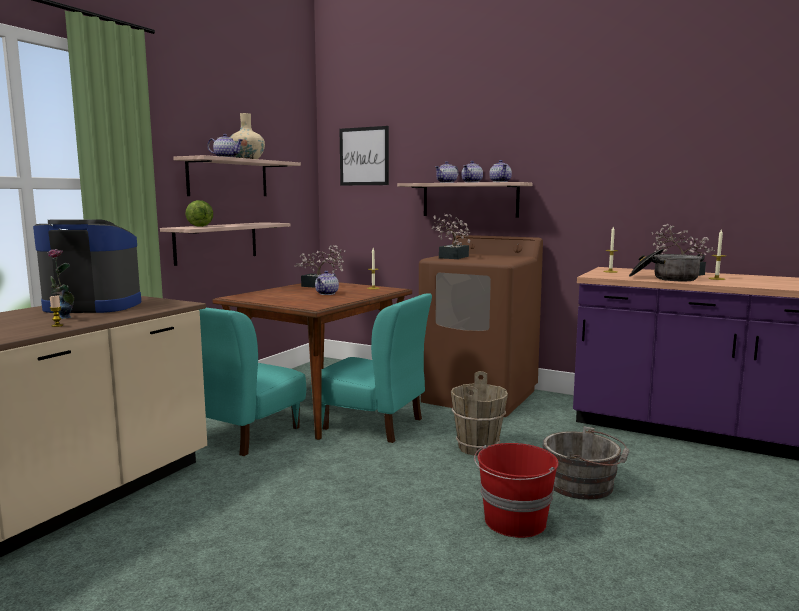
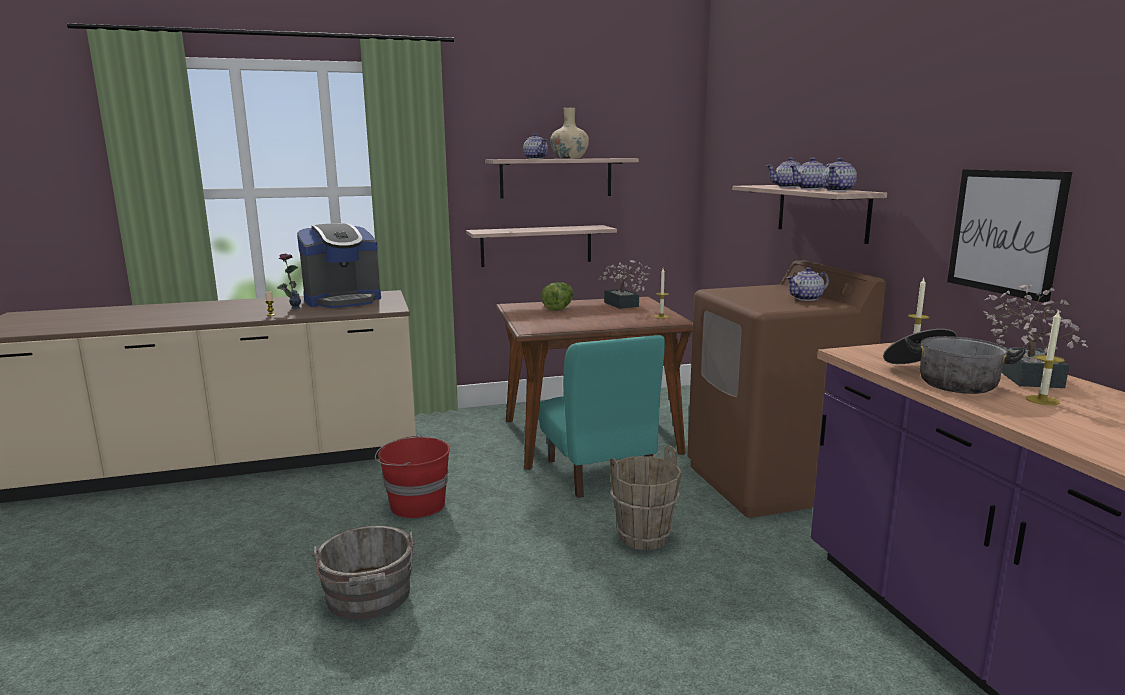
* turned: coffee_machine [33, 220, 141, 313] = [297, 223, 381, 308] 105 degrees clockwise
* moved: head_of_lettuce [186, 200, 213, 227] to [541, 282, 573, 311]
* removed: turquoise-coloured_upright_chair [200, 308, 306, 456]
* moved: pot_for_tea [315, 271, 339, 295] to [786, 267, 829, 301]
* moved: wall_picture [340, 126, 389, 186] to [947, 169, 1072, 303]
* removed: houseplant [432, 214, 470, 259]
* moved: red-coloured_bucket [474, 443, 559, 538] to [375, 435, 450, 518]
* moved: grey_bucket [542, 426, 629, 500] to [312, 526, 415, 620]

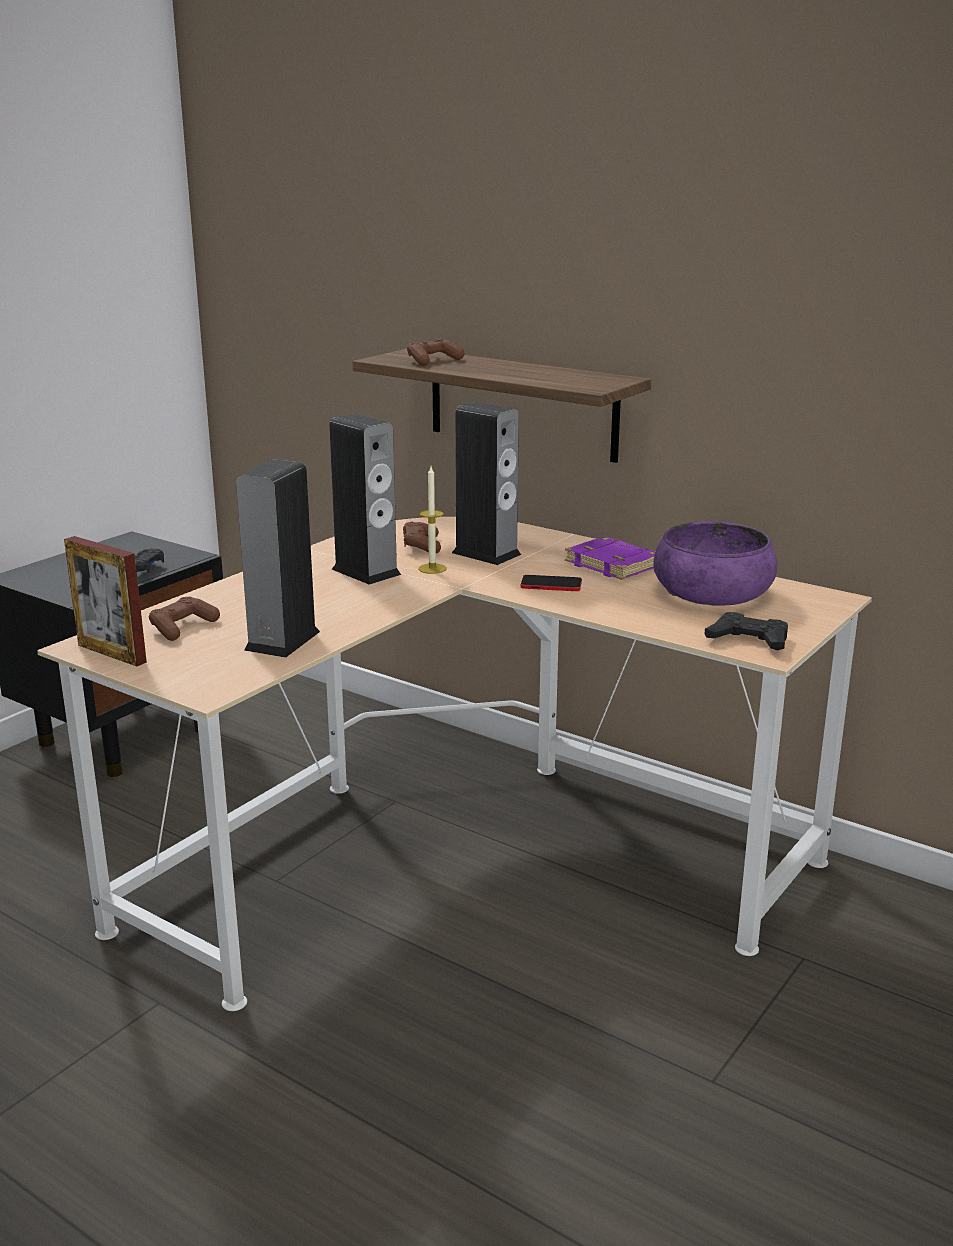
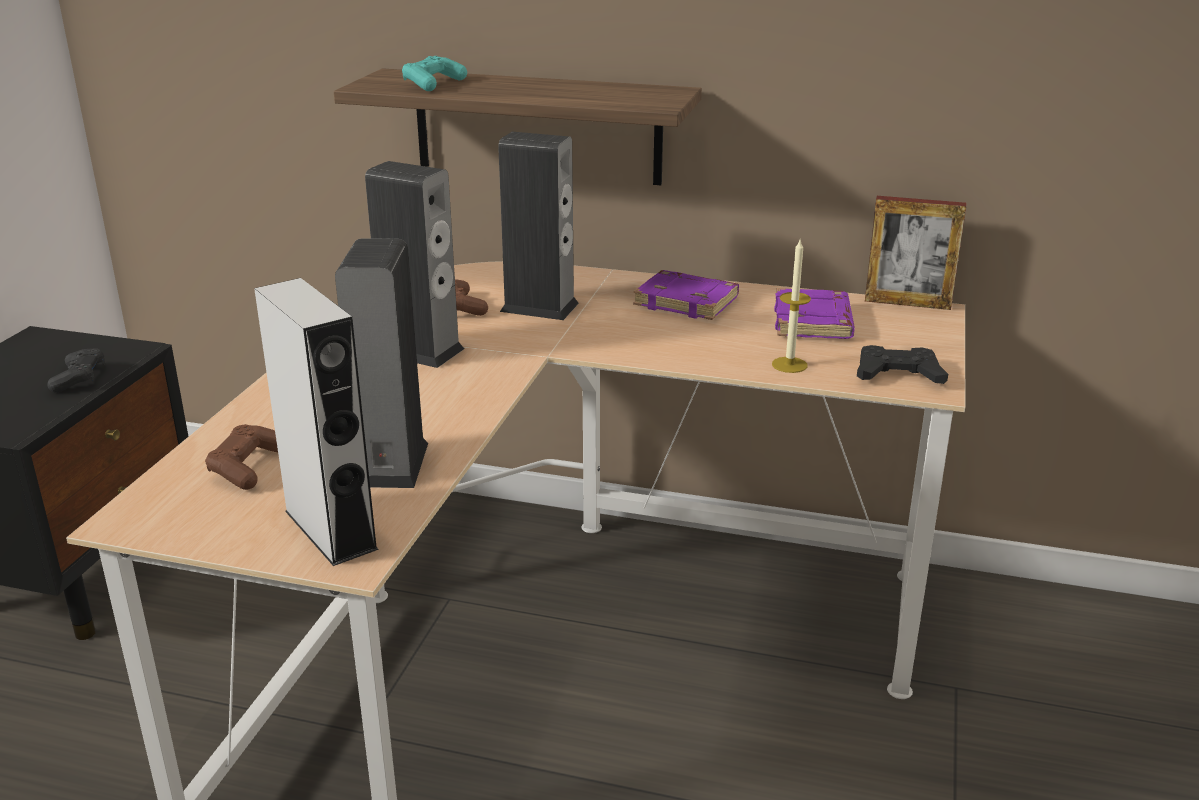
* moved: photo_frame [64, 536, 147, 667] to [865, 196, 966, 310]
* recoloured: brown_gamepad [407, 339, 465, 366] to turquoise-coloured_gamepad [402, 56, 467, 91]
* moved: wax_candle [418, 466, 447, 574] to [772, 238, 811, 373]
* removed: telephone [521, 575, 582, 591]
* replaced: purple-coloured_bowl [654, 521, 777, 606] to purple-coloured_volume [774, 288, 855, 339]
* added: grey_audio_speaker [254, 278, 379, 566]

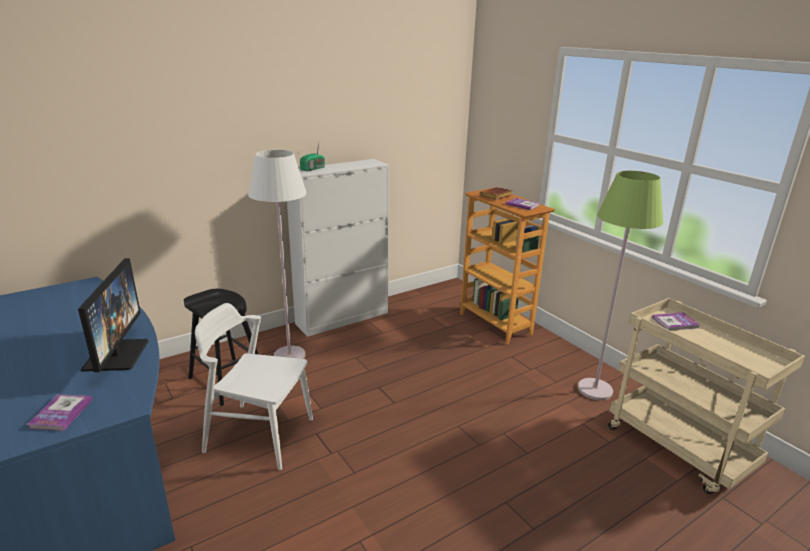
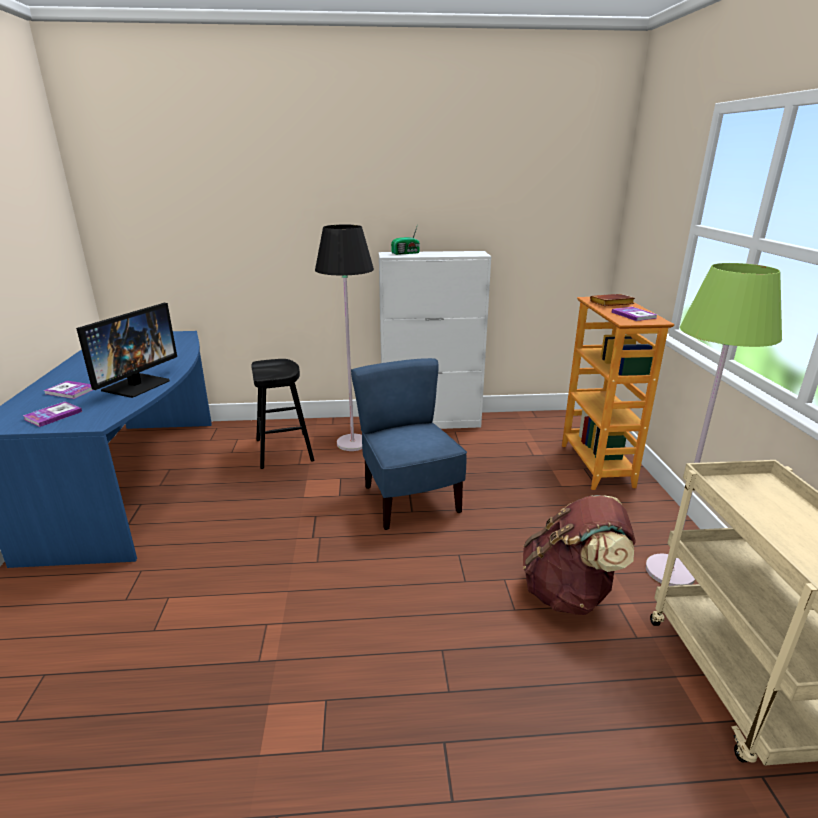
* removed: white-coloured_upright_chair [195, 303, 313, 470]
* recoloured: white-coloured_standard_lamp [248, 150, 307, 359] to black_standard_lamp [315, 225, 374, 451]
* moved: volume [652, 312, 700, 331] to [43, 381, 93, 399]
* added: bluish_upright_chair [351, 358, 467, 530]
* added: brown_knapsack [523, 495, 636, 615]

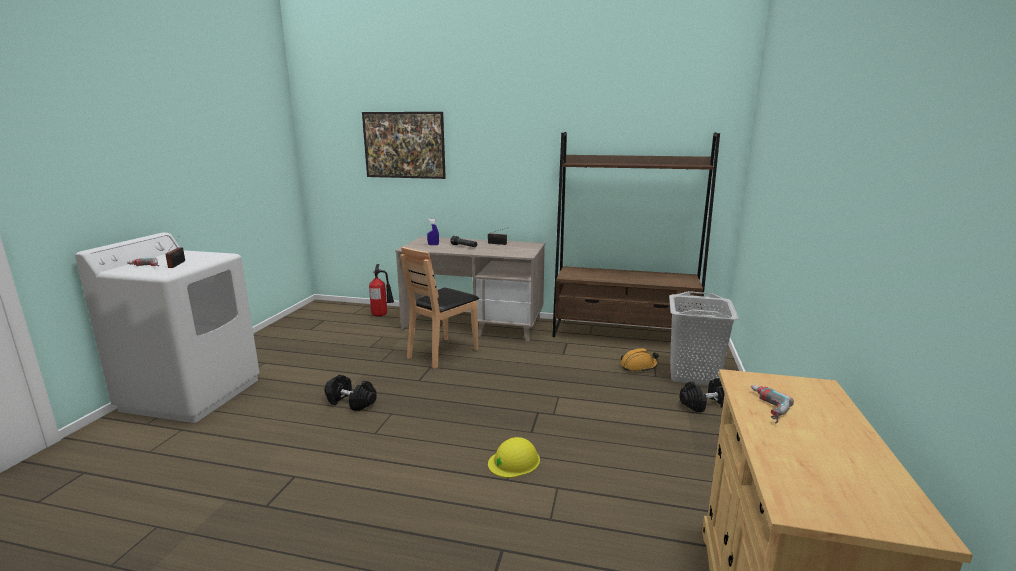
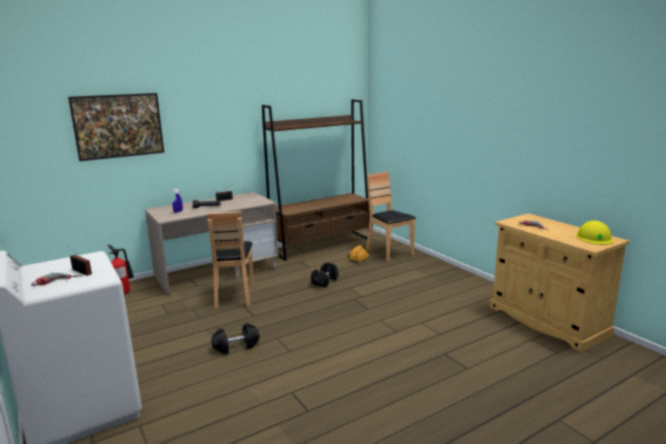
* moved: yellowish_safety_helmet [488, 437, 540, 478] to [576, 221, 613, 245]
* replaced: grey_washing_basket [669, 291, 739, 386] to brown_upright_chair [366, 172, 416, 261]
* moved: black_hand_weight [680, 378, 725, 412] to [311, 262, 338, 288]

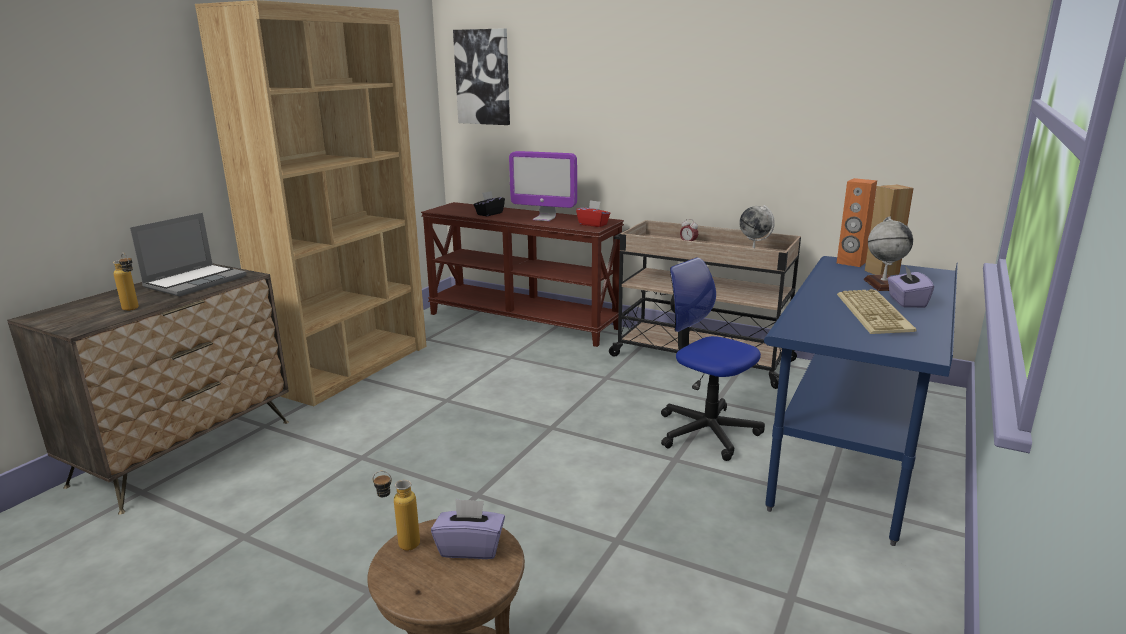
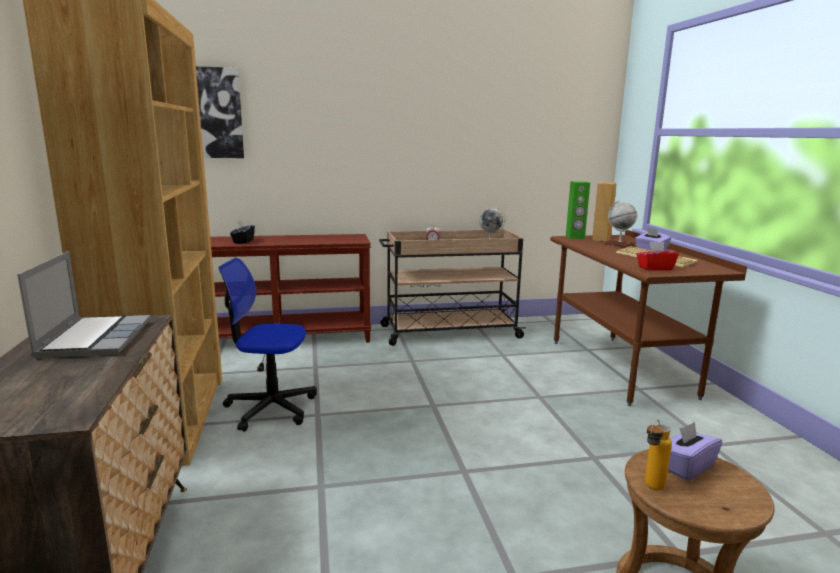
* removed: bottle [113, 253, 139, 311]
* removed: computer_display [509, 151, 577, 221]
* moved: red-coloured_tissue_holder [576, 200, 610, 227] to [637, 242, 679, 271]
* moved: computer_chair [661, 258, 765, 461] to [219, 258, 317, 431]
* recoloured: bluish_desk_table [764, 256, 958, 546] to brown_desk_table [550, 230, 747, 406]
* recoloured: orangey_audio_speaker [837, 178, 877, 267] to greenish_audio_speaker [566, 181, 590, 239]

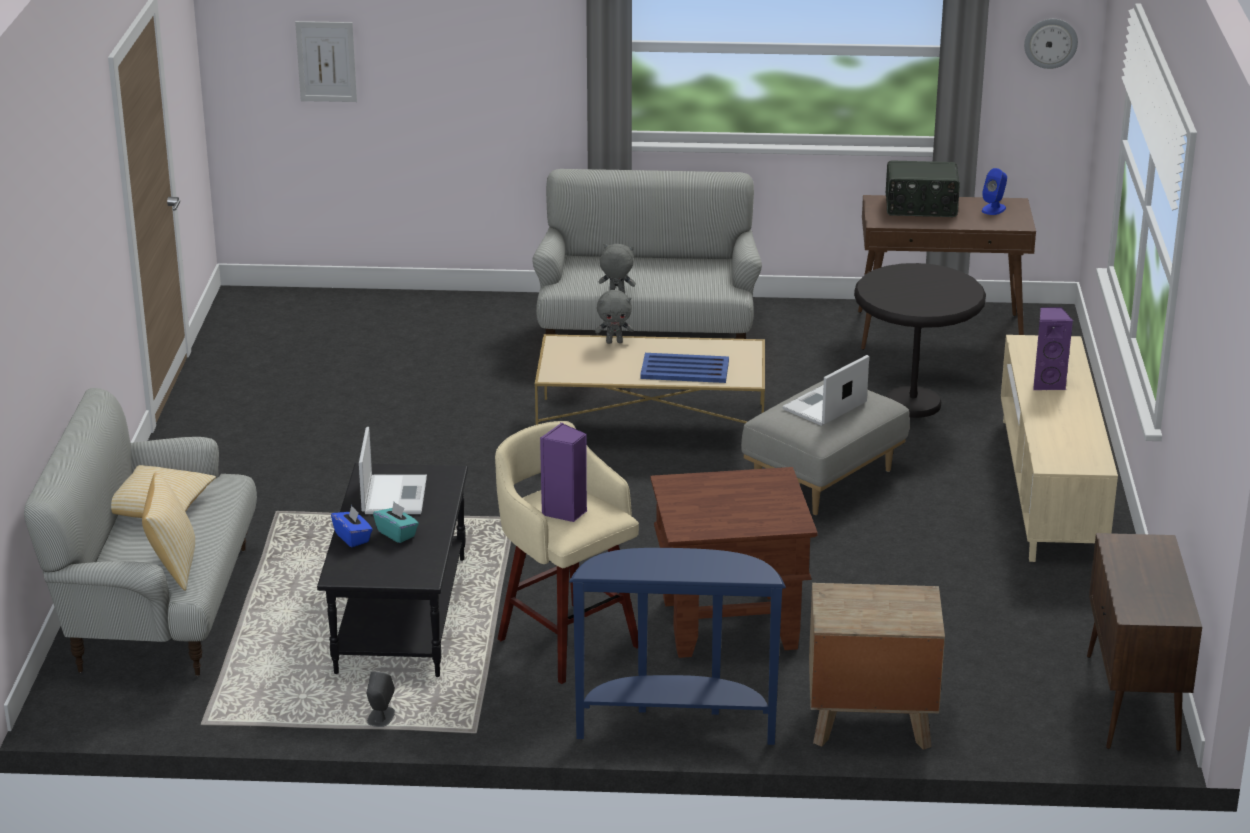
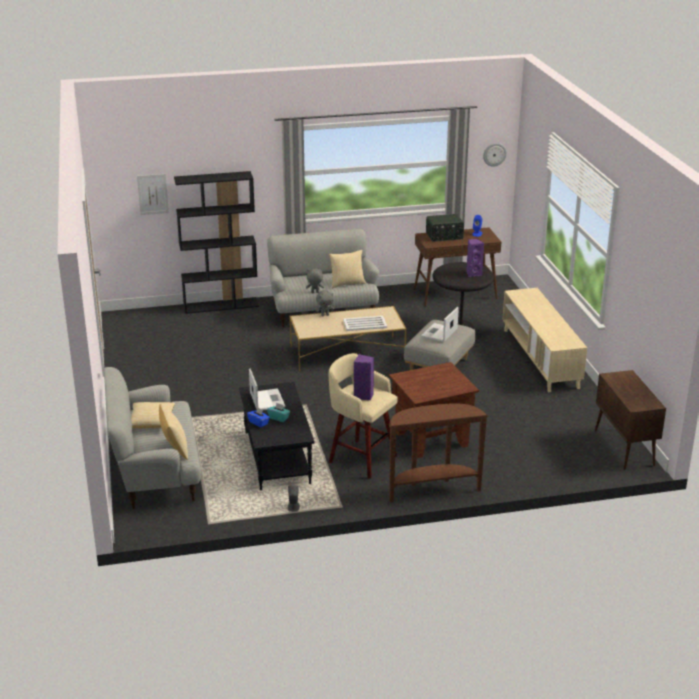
* recoloured: bluish_narrow_table [569, 548, 786, 745] to brown_narrow_table [389, 403, 488, 503]
* recoloured: bluish_serving_tray [640, 353, 729, 383] to white-coloured_serving_tray [343, 316, 387, 331]
* removed: brown_bedside_table [809, 583, 945, 750]
* moved: purple-coloured_audio_speaker [1033, 307, 1073, 390] to [466, 238, 484, 277]
* added: black_bookcase [174, 171, 259, 314]
* added: throw_pillow [329, 250, 366, 288]

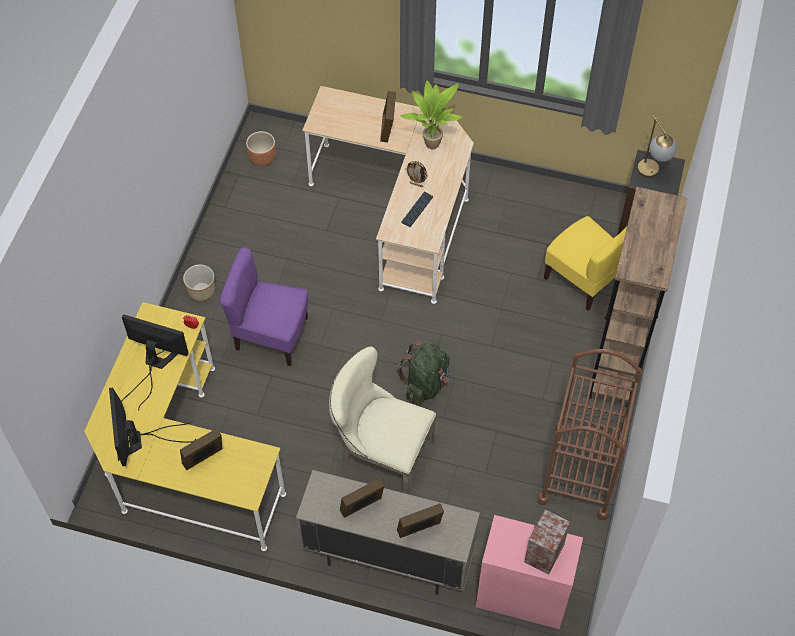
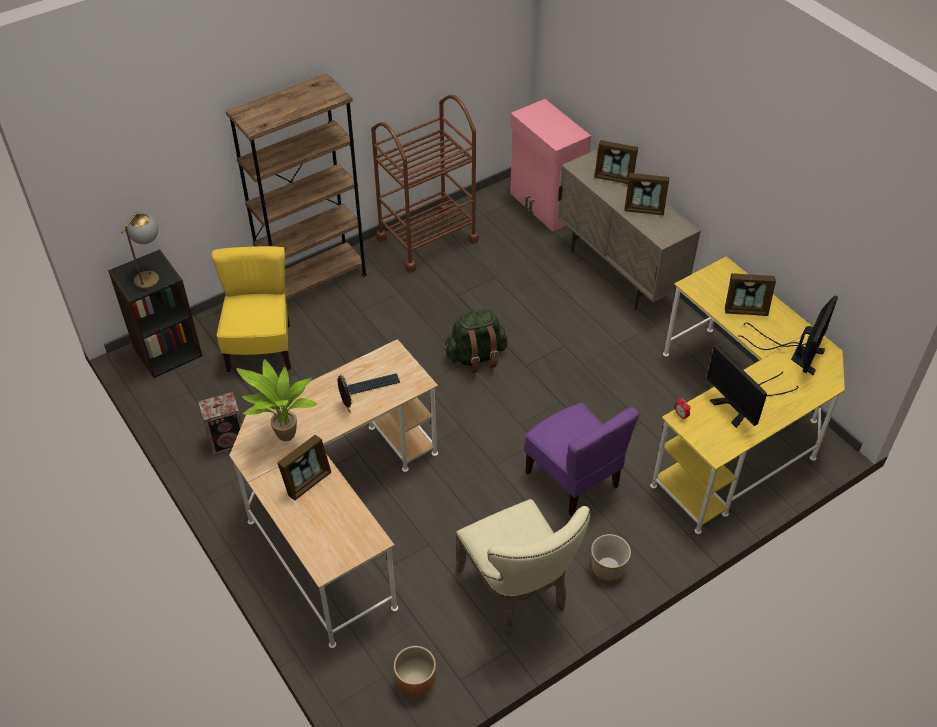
* moved: sand-coloured_upright_chair [329, 346, 436, 495] to [456, 499, 591, 636]
* moved: audio_speaker [524, 510, 570, 575] to [198, 392, 242, 455]

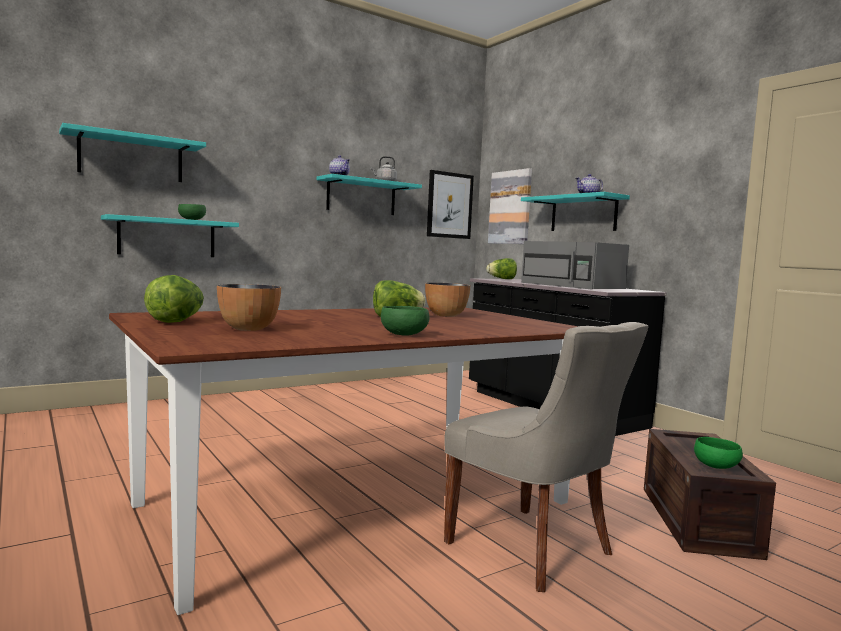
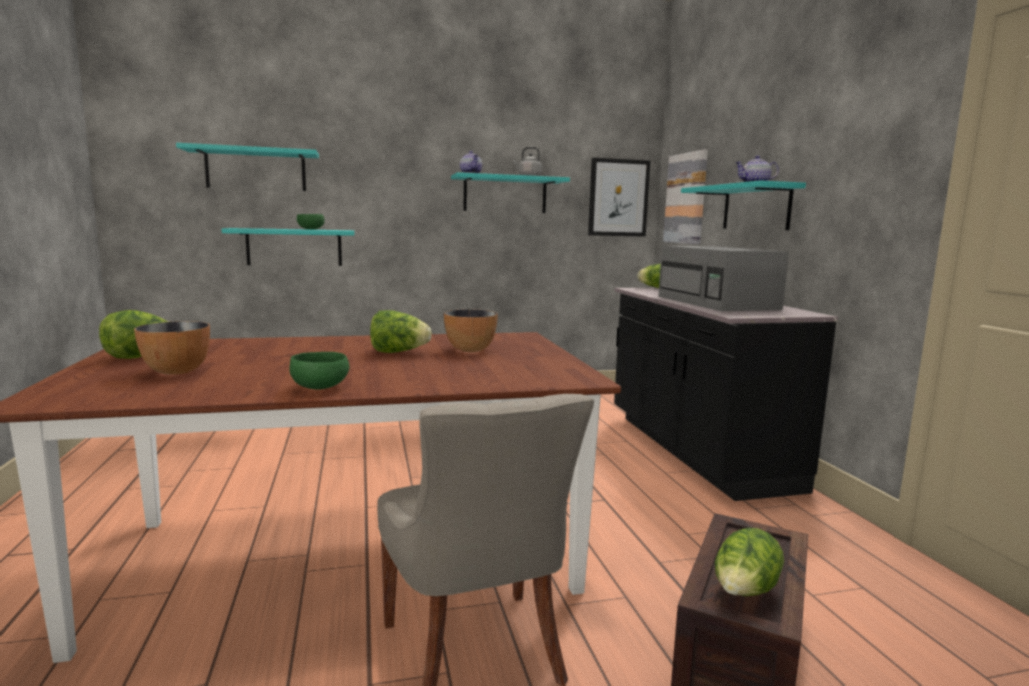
* replaced: greenish_bowl [694, 437, 743, 469] to head_of_lettuce [715, 528, 784, 596]

